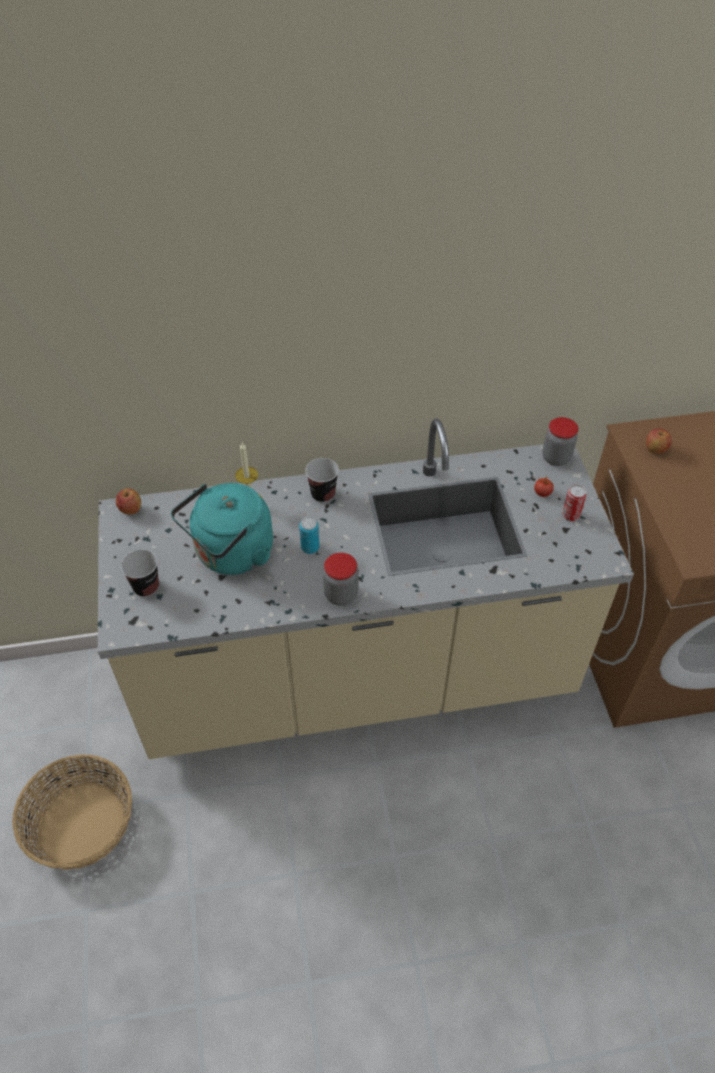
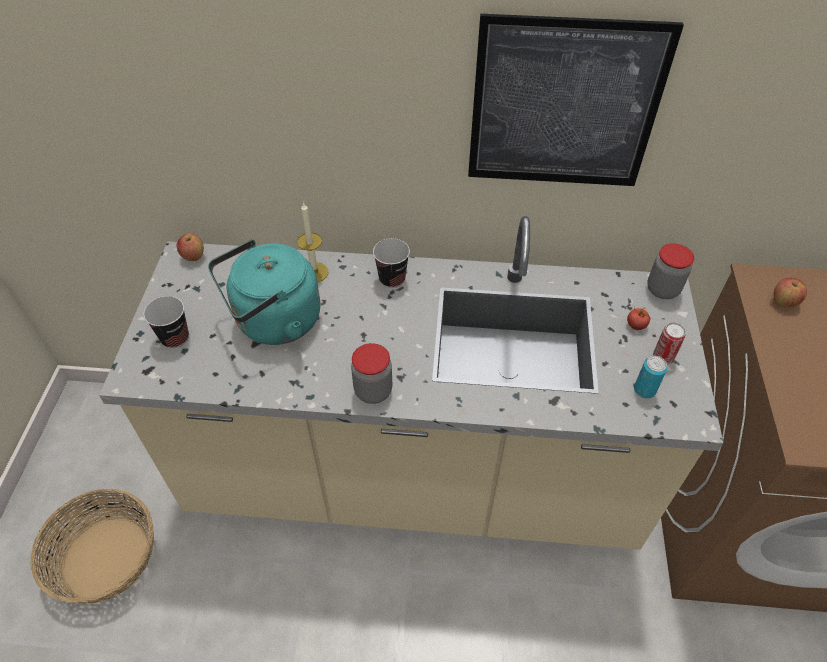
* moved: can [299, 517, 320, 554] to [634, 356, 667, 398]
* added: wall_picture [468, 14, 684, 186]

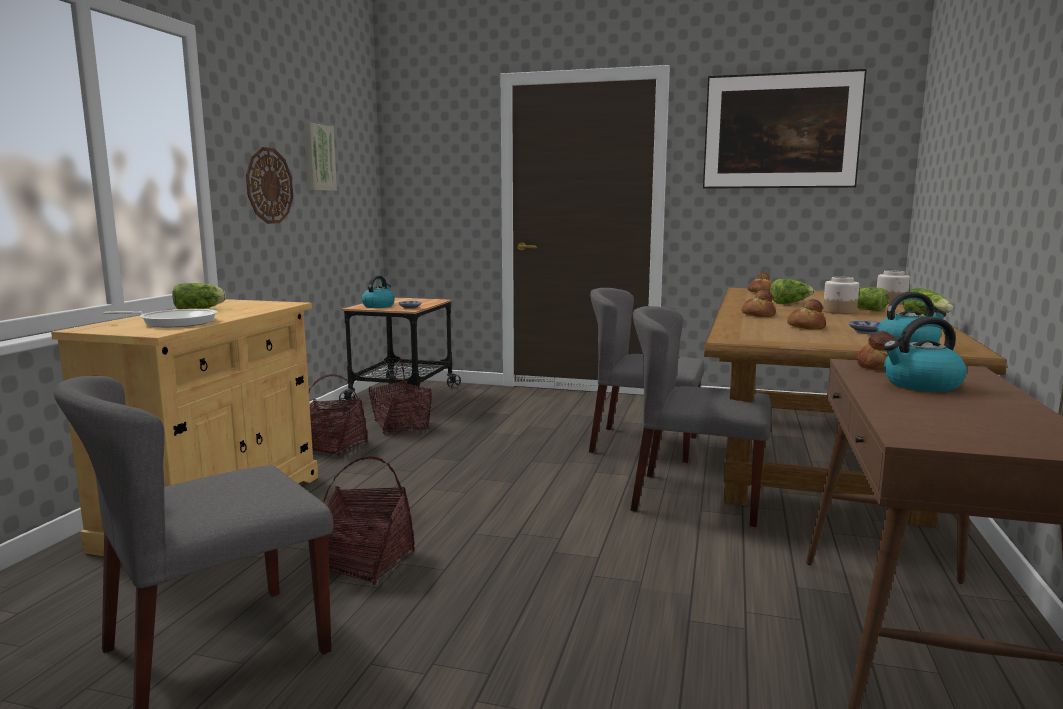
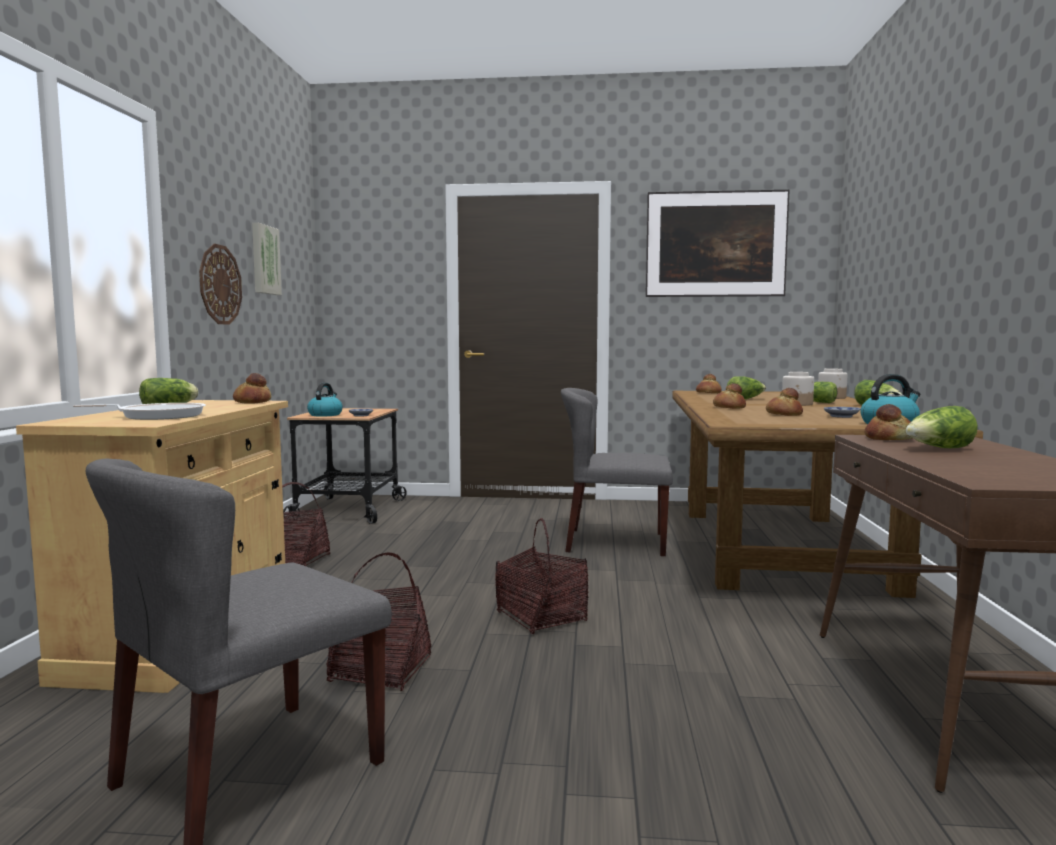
* moved: storage_basket [369, 360, 432, 434] to [495, 518, 589, 634]
* removed: grey_upright_chair [630, 306, 771, 527]
* replaced: kettle [883, 316, 967, 392] to head_of_lettuce [906, 406, 978, 448]
* added: bakery_bread [233, 373, 271, 403]

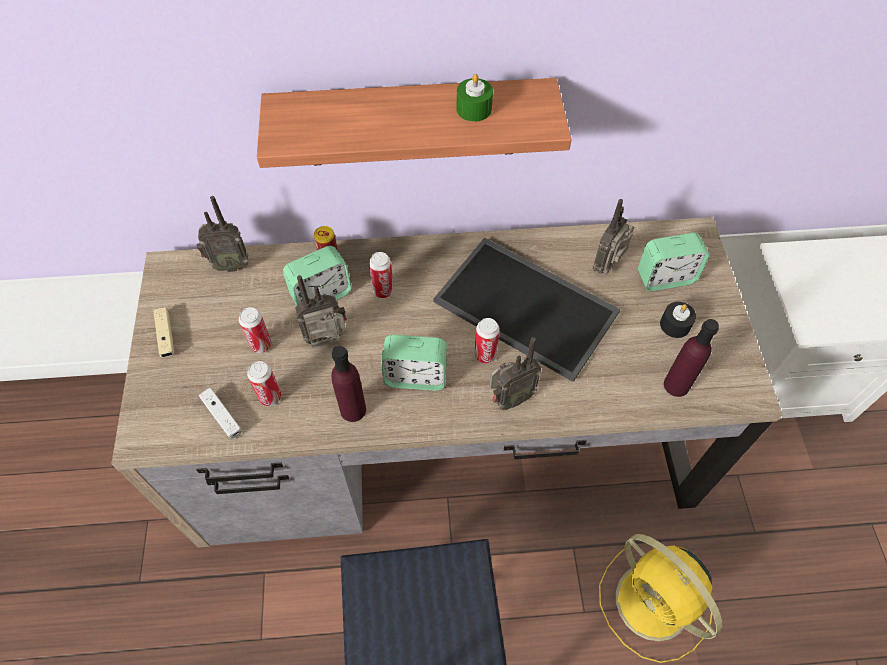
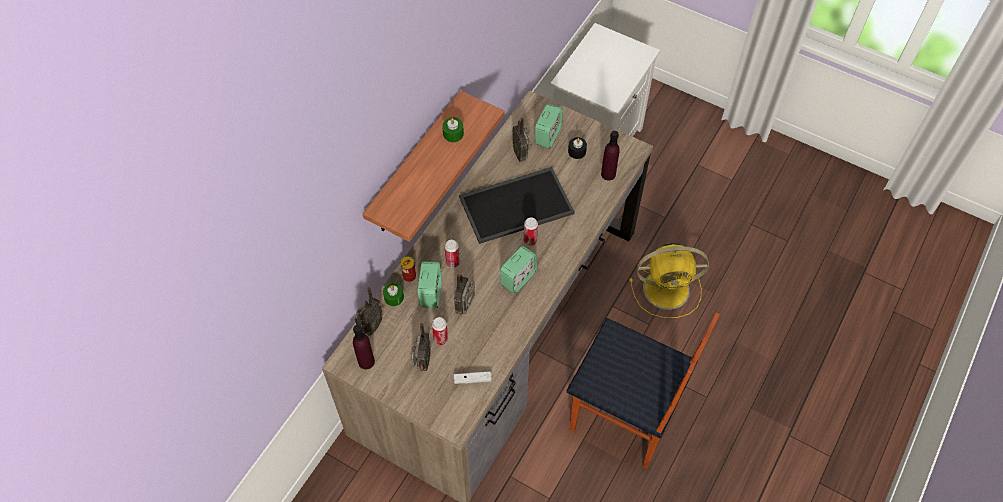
* removed: sand-coloured_gamepad [153, 307, 174, 357]
* removed: can [247, 361, 281, 406]
* moved: purple-coloured_bottle [331, 346, 366, 422] to [353, 325, 375, 369]
* moved: radio_receiver [490, 337, 541, 410] to [411, 323, 431, 372]
* added: greenish_wax_candle [383, 283, 404, 306]

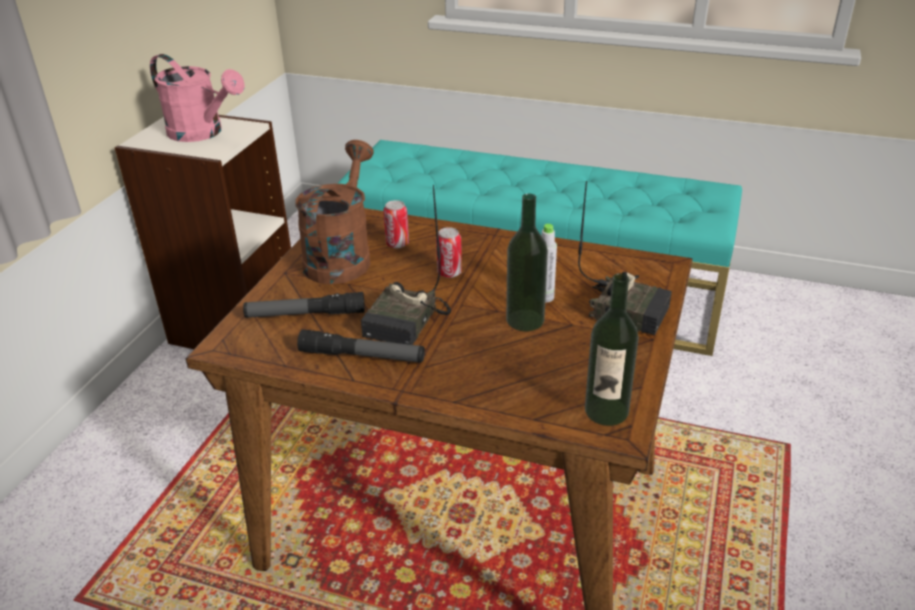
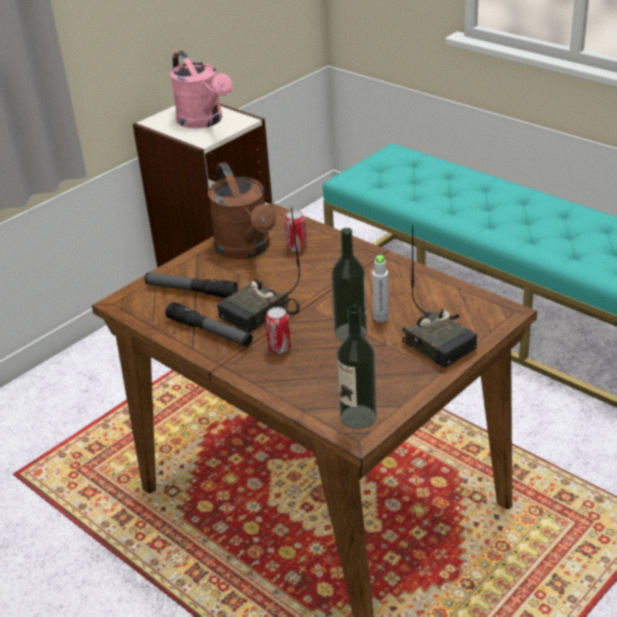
* turned: brown_watering_can [295, 140, 374, 284] = [208, 162, 276, 259] 120 degrees clockwise
* moved: can [436, 227, 462, 278] to [265, 307, 291, 353]

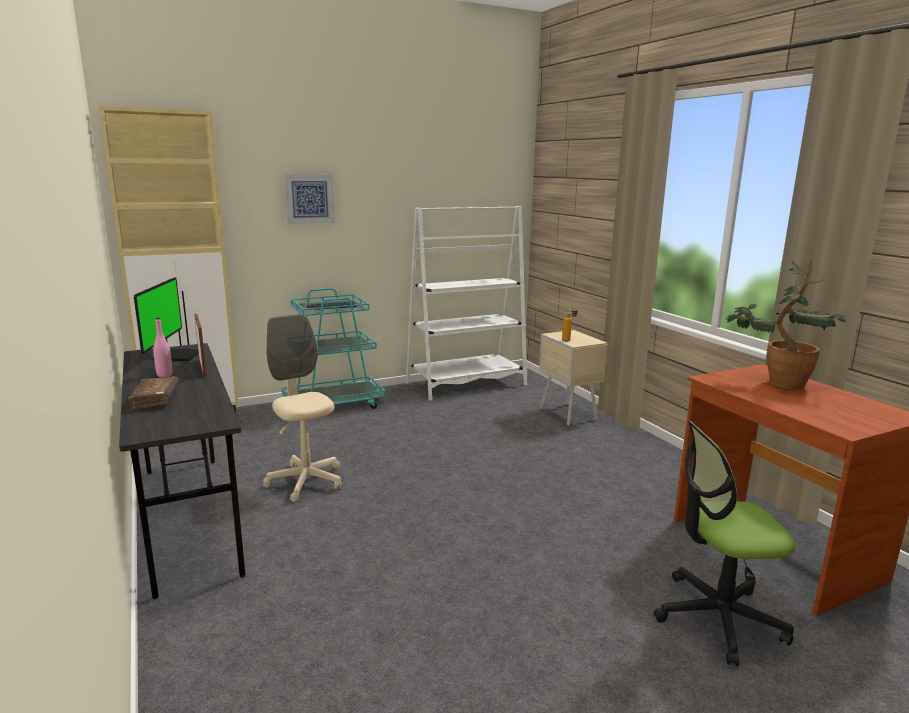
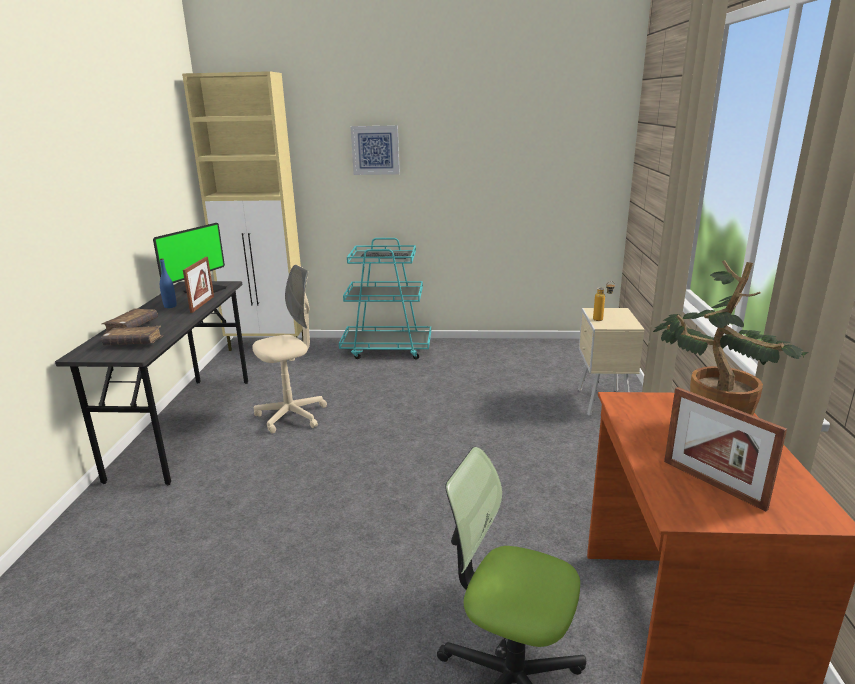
* recoloured: pinkish_bottle [153, 318, 173, 377] to bluish_bottle [160, 258, 177, 308]
* turned: sand-coloured_computer_chair [263, 314, 342, 502] = [252, 265, 327, 434] 60 degrees clockwise
* removed: white-coloured_bookcase [406, 206, 527, 401]
* added: brown_volume [101, 326, 163, 345]
* added: photo_frame [664, 387, 787, 512]

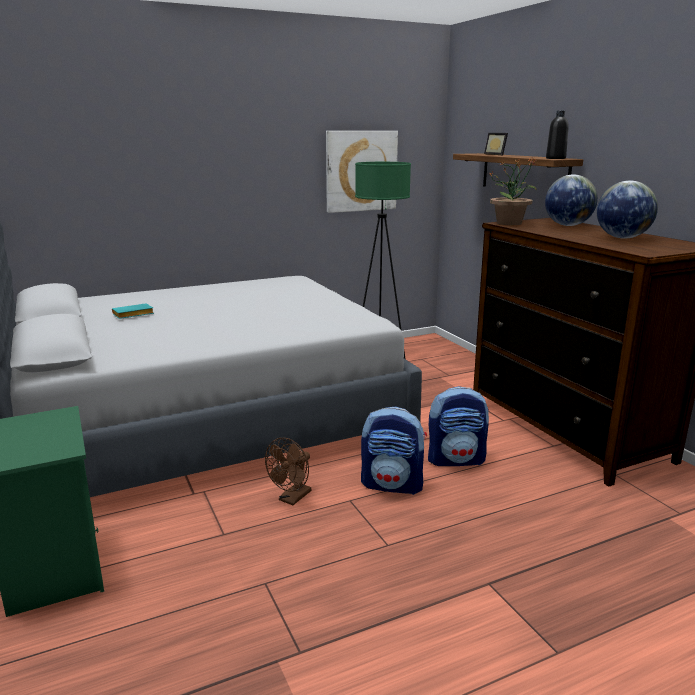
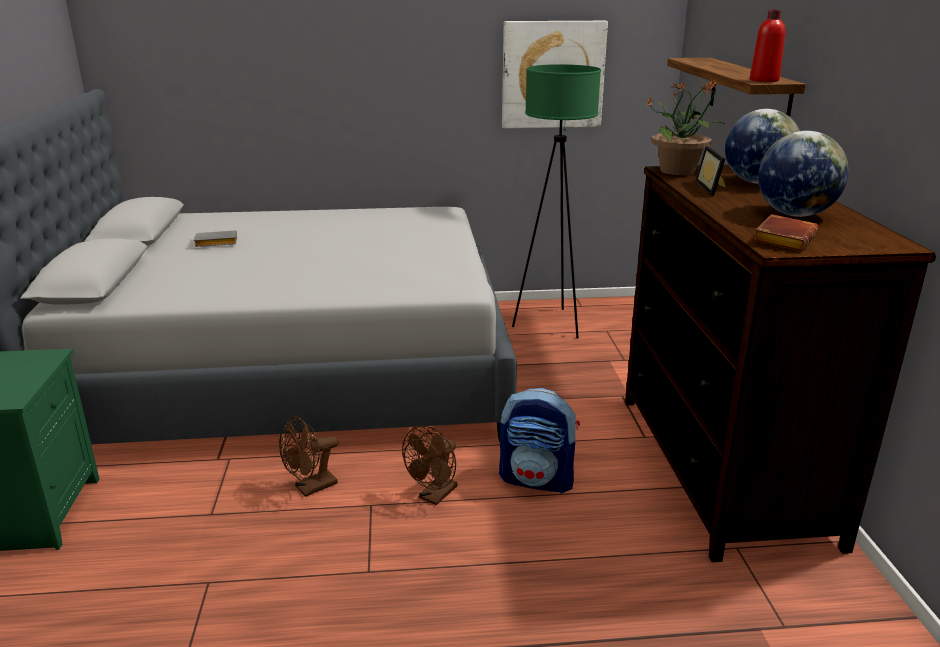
* recoloured: turquoise-coloured_volume [112, 303, 154, 319] to grey_volume [194, 230, 237, 247]
* replaced: knapsack [361, 406, 427, 495] to brown_cooling_fan [402, 426, 458, 505]
* moved: photo_frame [484, 133, 508, 155] to [695, 146, 726, 196]
* recoloured: black_bottle [546, 110, 569, 159] to red-coloured_bottle [750, 10, 785, 82]
* added: brown_volume [753, 214, 819, 251]

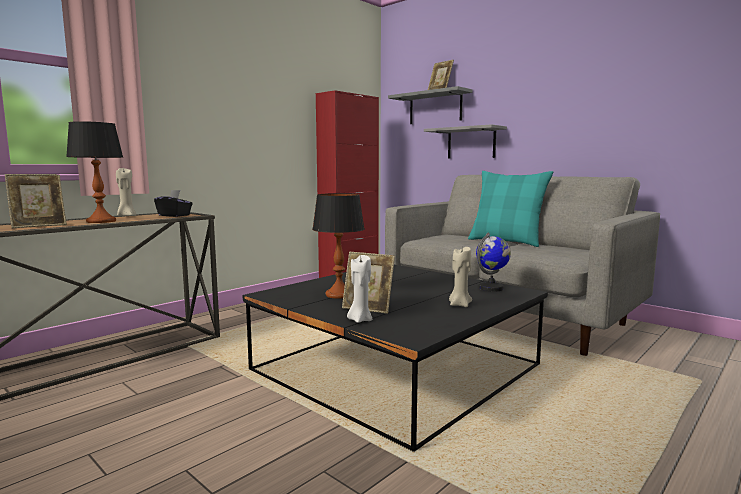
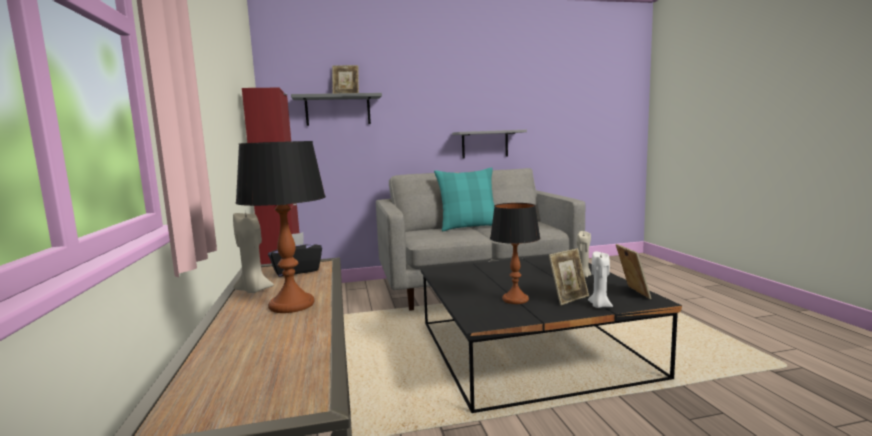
* moved: photo_frame [5, 174, 67, 228] to [616, 244, 652, 299]
* moved: grey_bracket_shelf [424, 124, 507, 158] to [452, 130, 527, 159]
* removed: world_globe [476, 233, 511, 292]

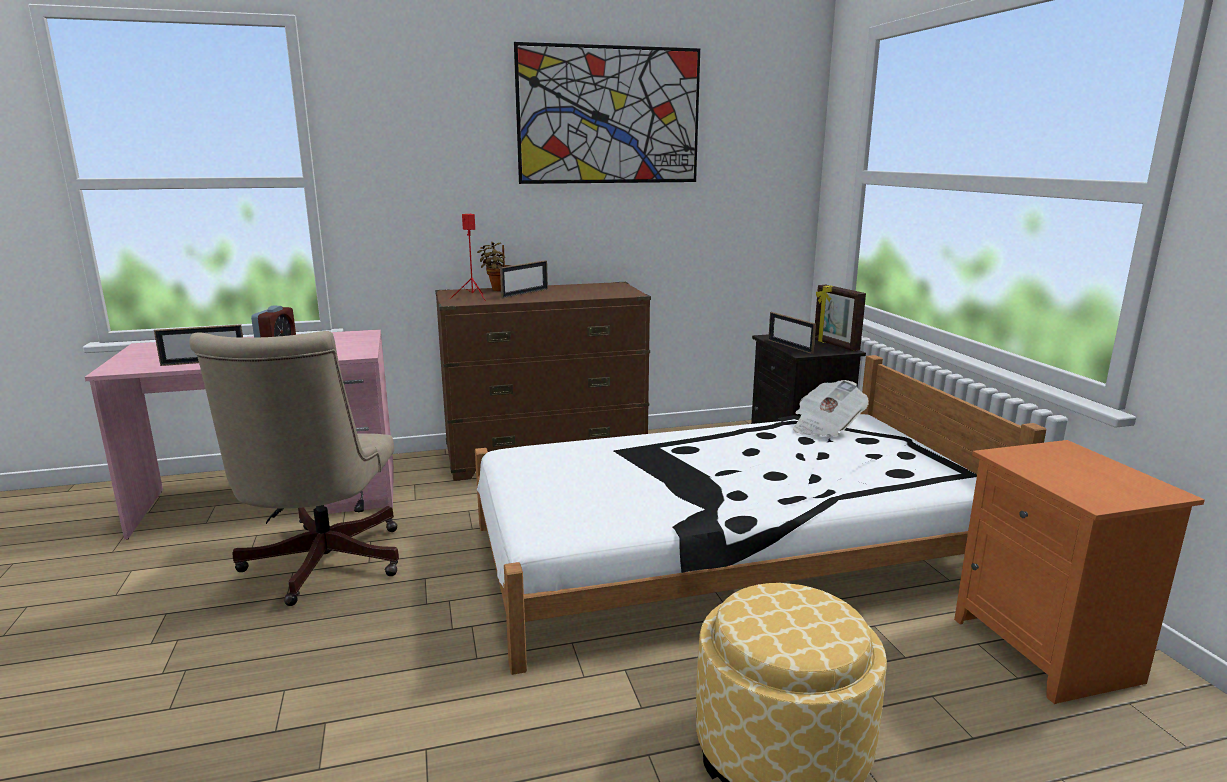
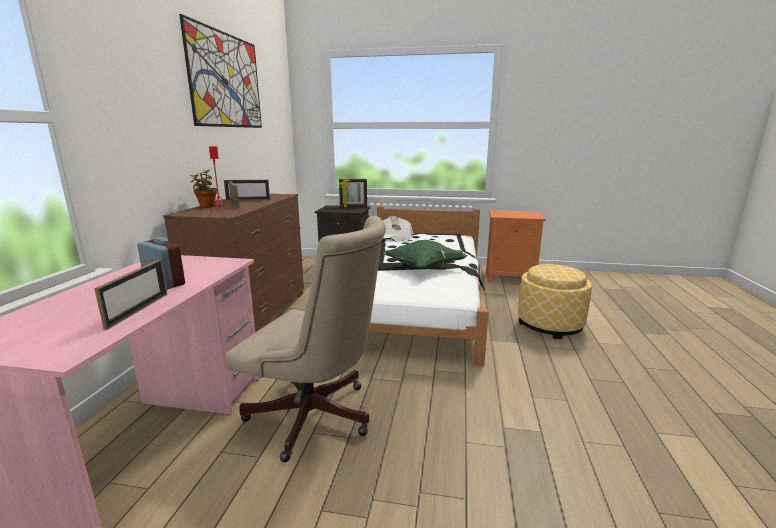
* moved: photo_frame [768, 312, 816, 354] to [224, 180, 270, 200]
* added: greenish_throw_pillow [383, 240, 468, 269]

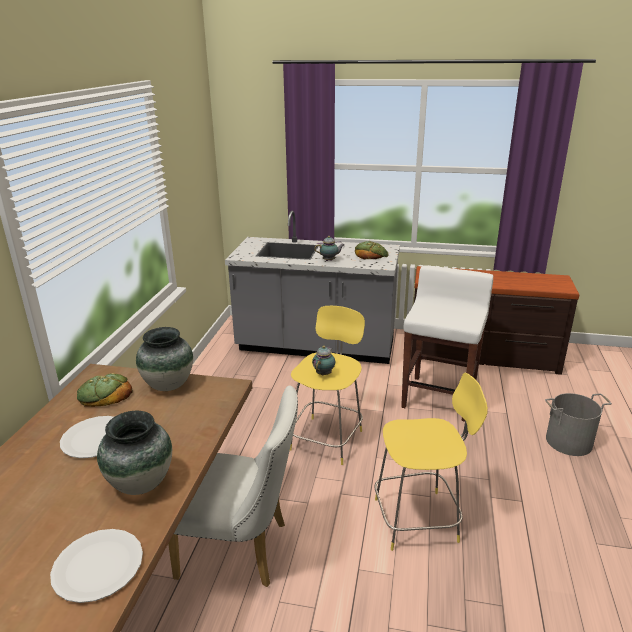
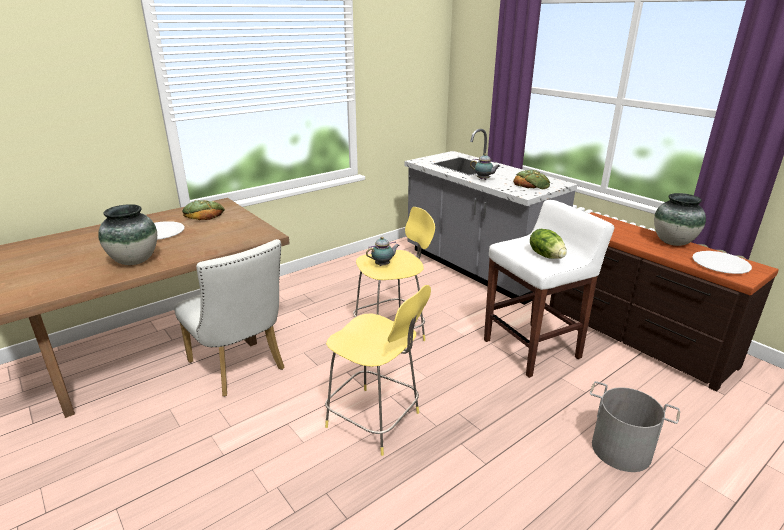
* moved: white-coloured_dinner_plate [50, 529, 143, 603] to [692, 251, 752, 274]
* moved: vase [136, 327, 193, 391] to [654, 193, 706, 246]
* added: head_of_lettuce [530, 229, 567, 259]

